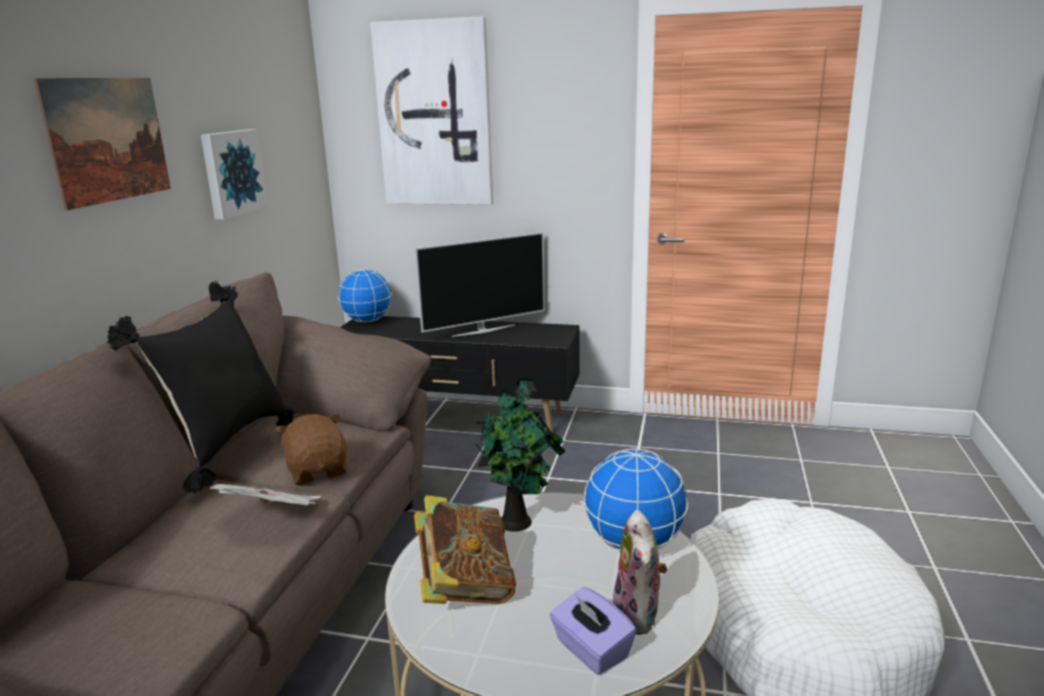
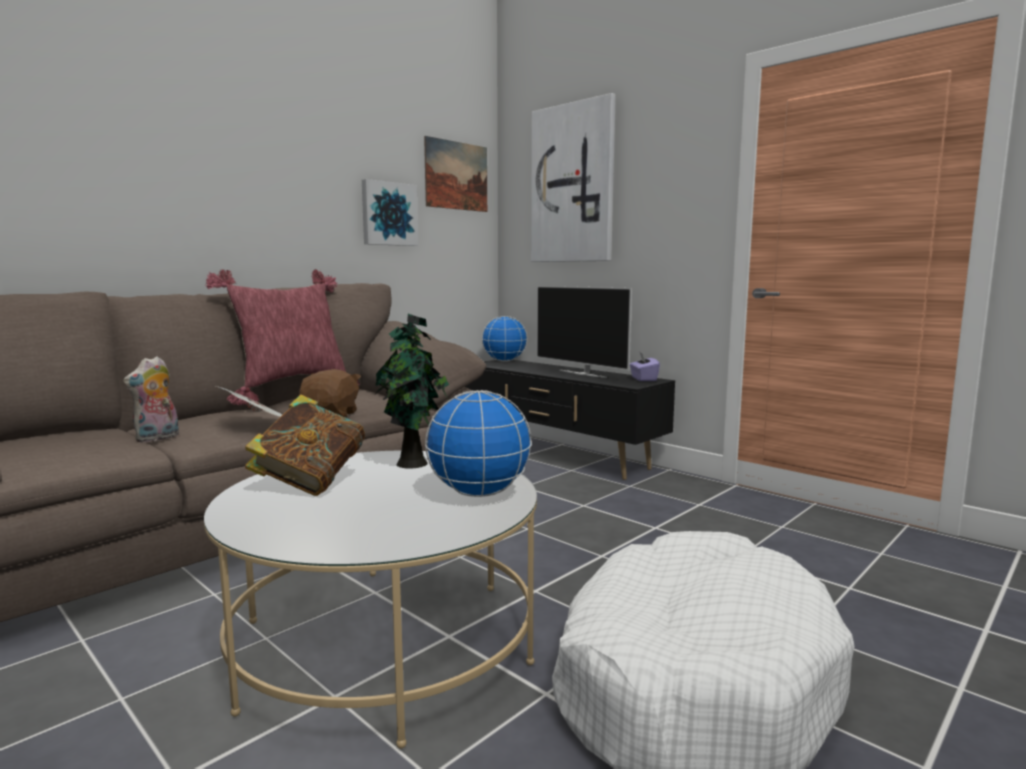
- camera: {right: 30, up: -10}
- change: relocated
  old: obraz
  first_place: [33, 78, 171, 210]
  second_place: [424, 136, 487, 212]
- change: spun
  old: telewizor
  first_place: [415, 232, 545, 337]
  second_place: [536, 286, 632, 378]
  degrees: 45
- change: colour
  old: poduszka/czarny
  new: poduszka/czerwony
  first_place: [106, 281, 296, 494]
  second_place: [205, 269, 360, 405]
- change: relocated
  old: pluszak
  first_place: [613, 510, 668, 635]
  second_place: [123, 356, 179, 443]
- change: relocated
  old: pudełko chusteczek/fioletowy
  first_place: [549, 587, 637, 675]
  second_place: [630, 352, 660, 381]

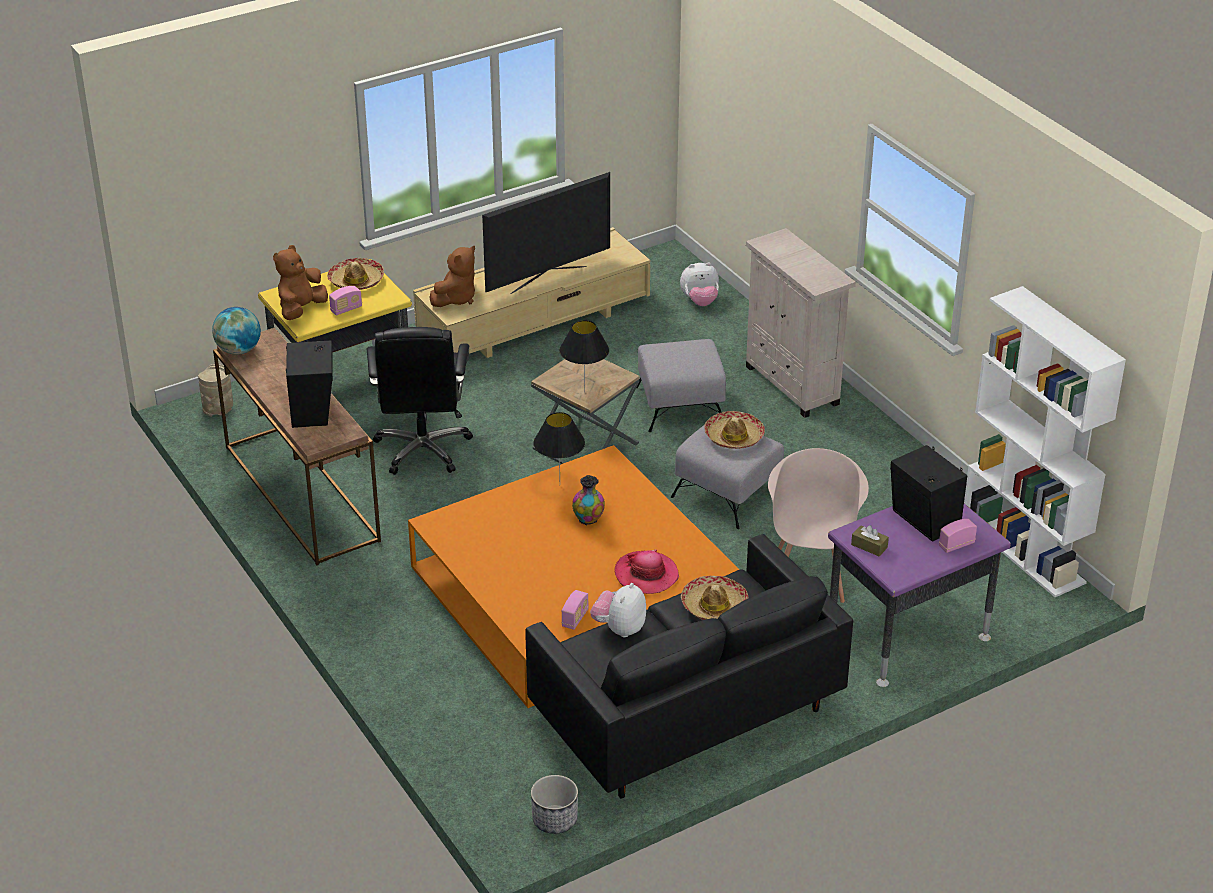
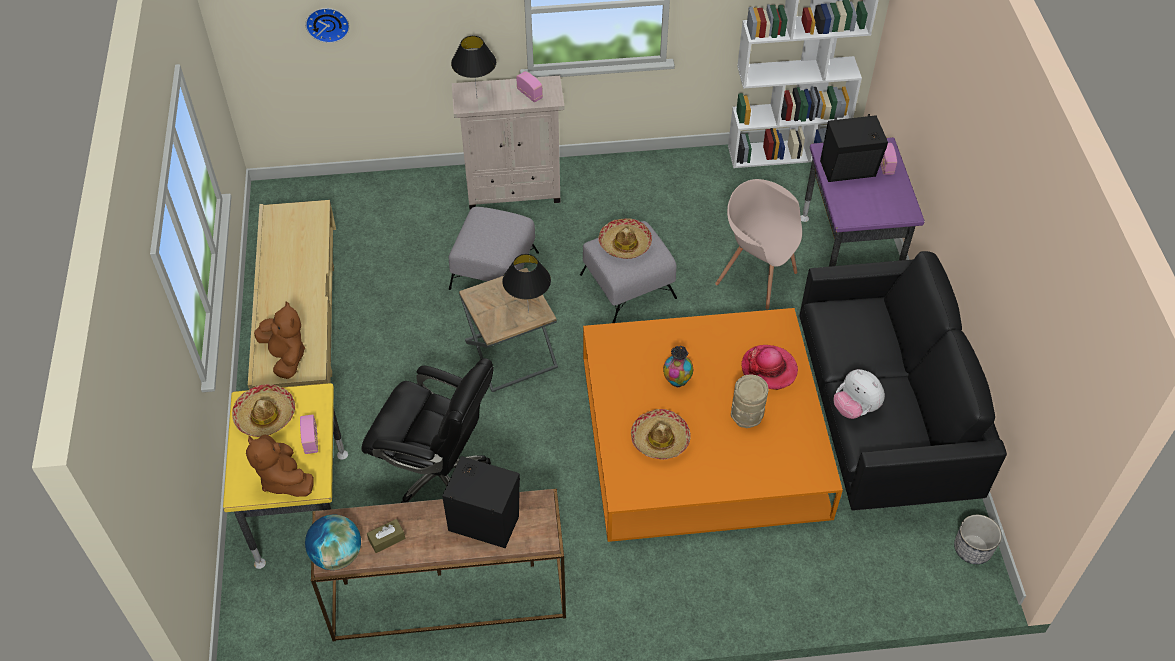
- camera: {right: -65, up: 15}
- change: missing
  old: telewizor
  first_place: [482, 172, 610, 294]
- change: missing
  old: pluszak
  first_place: [680, 262, 719, 306]
- change: relocated
  old: wazon/beżowy
  first_place: [198, 364, 233, 417]
  second_place: [731, 374, 768, 428]
- change: relocated
  old: lampa stołowa/czarny
  first_place: [533, 412, 585, 475]
  second_place: [451, 36, 496, 96]
- change: relocated
  old: pudełko chusteczek/brązowy
  first_place: [851, 525, 889, 556]
  second_place: [367, 519, 405, 553]
- change: relocated
  old: kapelusz
  first_place: [681, 576, 749, 620]
  second_place: [631, 409, 690, 460]
- change: relocated
  old: radio
  first_place: [562, 590, 589, 630]
  second_place: [516, 71, 543, 102]
- change: appeared
  new: zegar ścienny
  second_place: [306, 8, 350, 43]

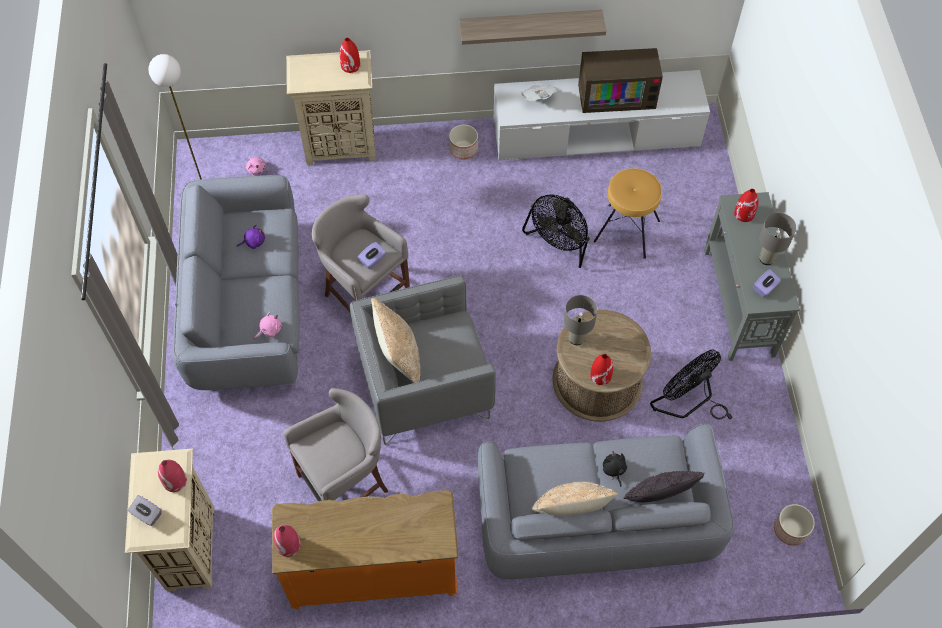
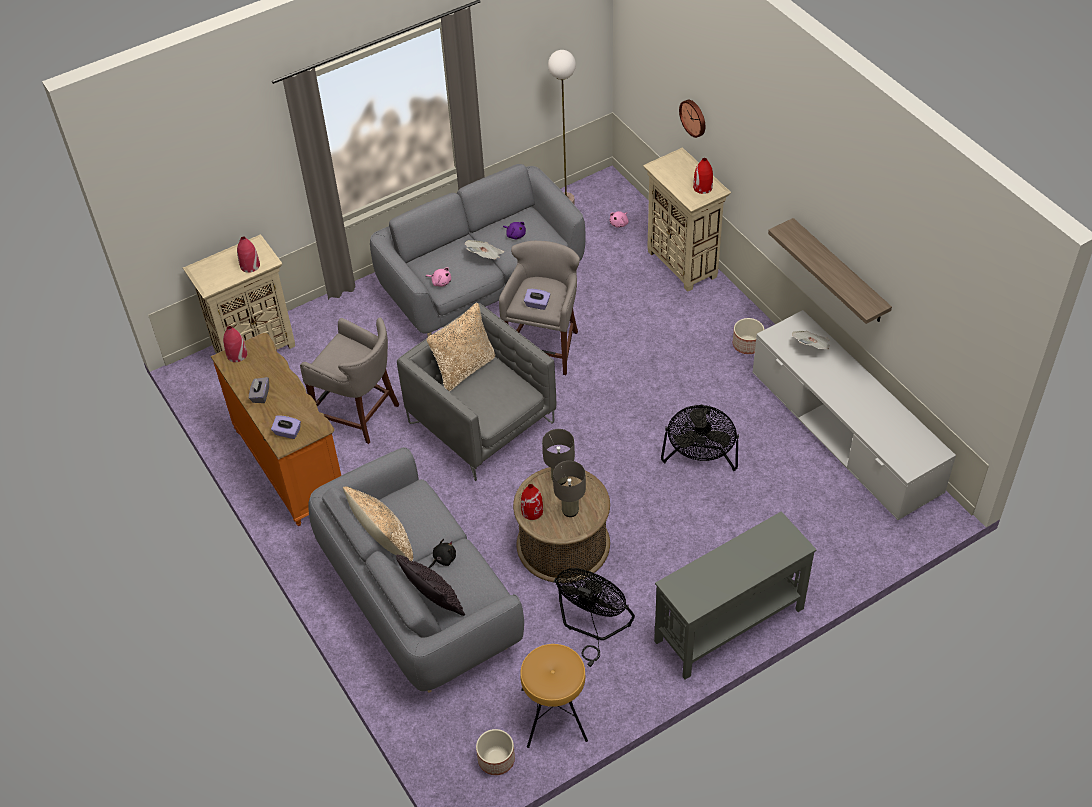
- camera: {right: 65, up: -10}
- change: missing
  old: telewizor
  first_place: [578, 48, 663, 113]
- change: relocated
  old: stołek/brązowy
  first_place: [594, 168, 662, 259]
  second_place: [520, 644, 588, 748]
- change: missing
  old: wazon/czerwony
  first_place: [734, 189, 759, 222]
- change: spun
  old: wentylator/czarny
  first_place: [522, 195, 590, 268]
  second_place: [661, 404, 739, 471]
  degrees: -90
- change: relocated
  old: lampa stołowa/szary
  first_place: [759, 213, 796, 265]
  second_place: [553, 461, 586, 517]
- change: relocated
  old: pudełko chusteczek/fioletowy
  first_place: [754, 269, 781, 297]
  second_place: [271, 415, 301, 439]
- change: relocated
  old: pudełko chusteczek/szary
  first_place: [128, 495, 162, 526]
  second_place: [249, 377, 269, 403]
- change: appeared
  new: zegar ścienny
  second_place: [679, 100, 705, 138]
- change: appeared
  new: gazeta
  second_place: [465, 240, 504, 260]

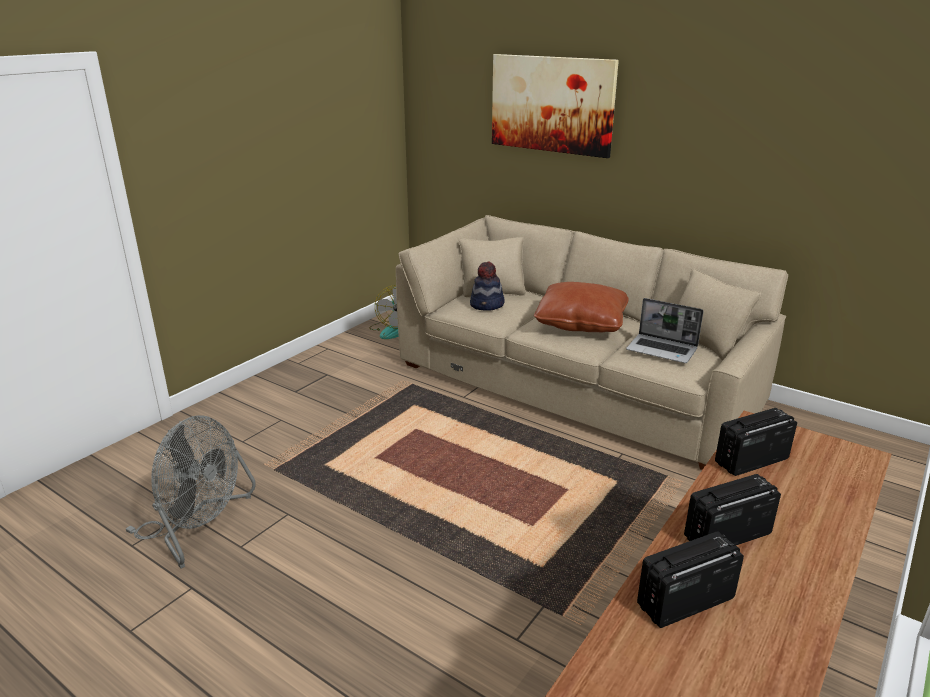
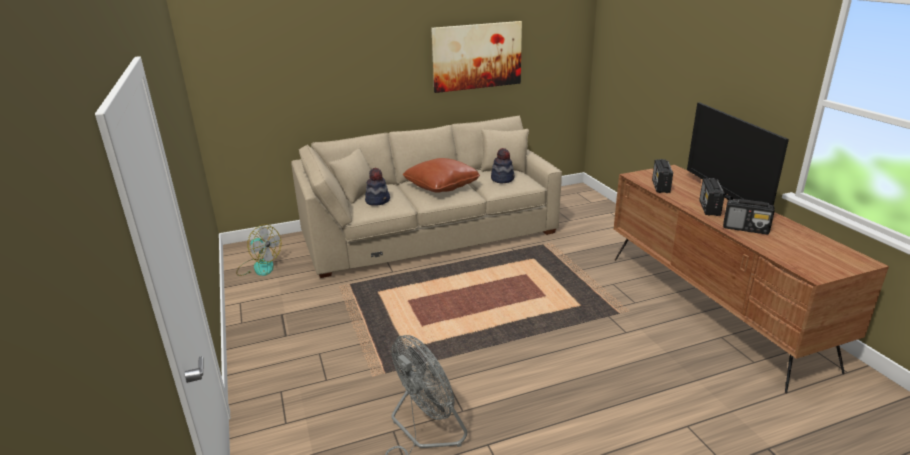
- camera: {right: -55, up: 0}
- change: relocated
  old: obraz
  first_place: [492, 54, 619, 158]
  second_place: [431, 21, 522, 93]
- change: exchanged
  old: laptop
  new: kapelusz
  first_place: [626, 298, 704, 363]
  second_place: [491, 148, 514, 183]
- change: spun
  old: radio
  first_place: [637, 531, 744, 628]
  second_place: [723, 199, 775, 235]
  degrees: -75
- change: appeared
  new: telewizor
  second_place: [687, 102, 789, 206]

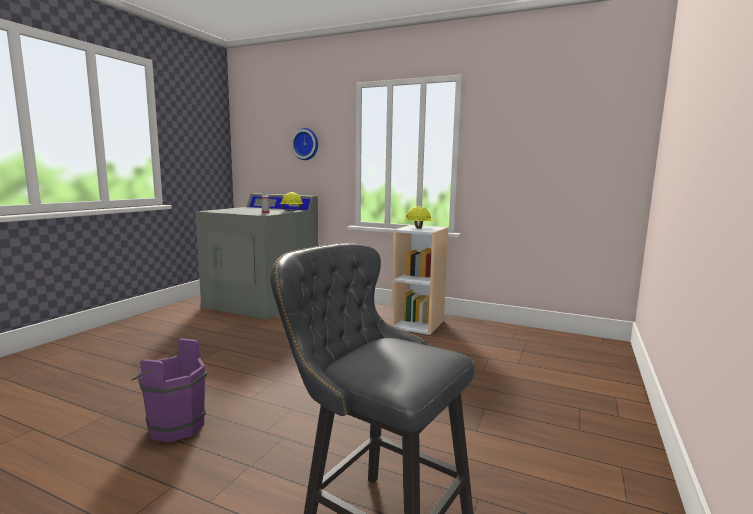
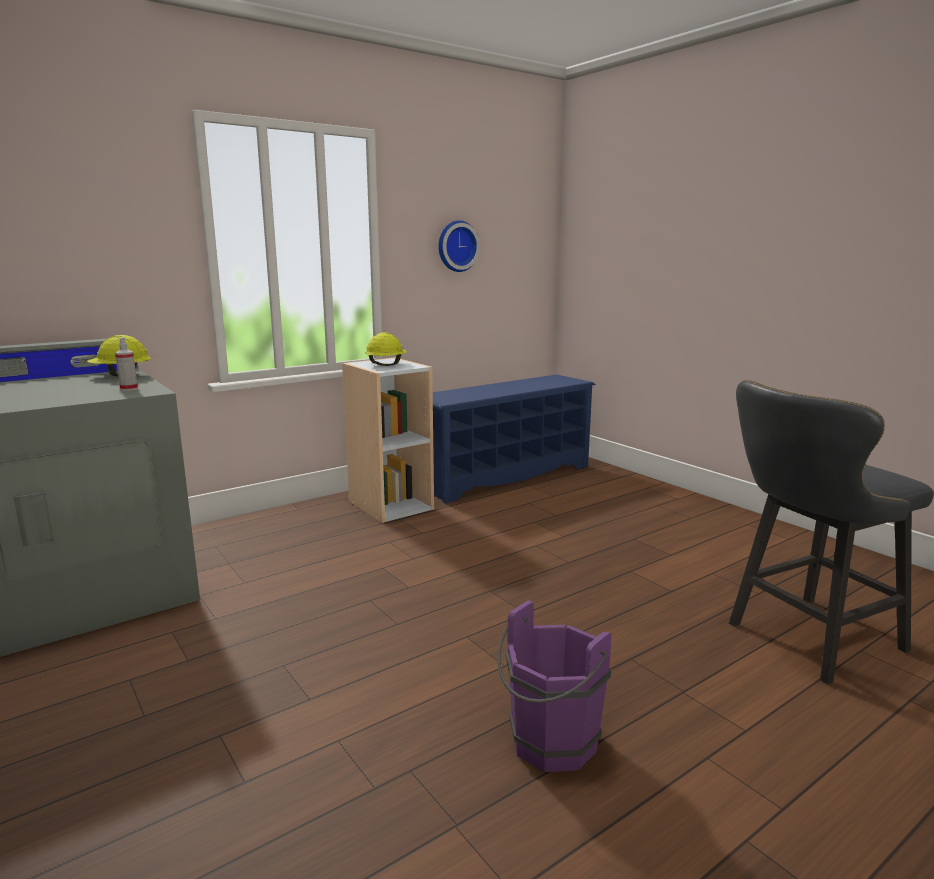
- camera: {right: -60, up: 5}
- change: relocated
  old: zegar ścienny
  first_place: [291, 128, 318, 160]
  second_place: [438, 220, 480, 272]
- change: appeared
  new: regał na buty/niebieski
  second_place: [433, 375, 596, 504]

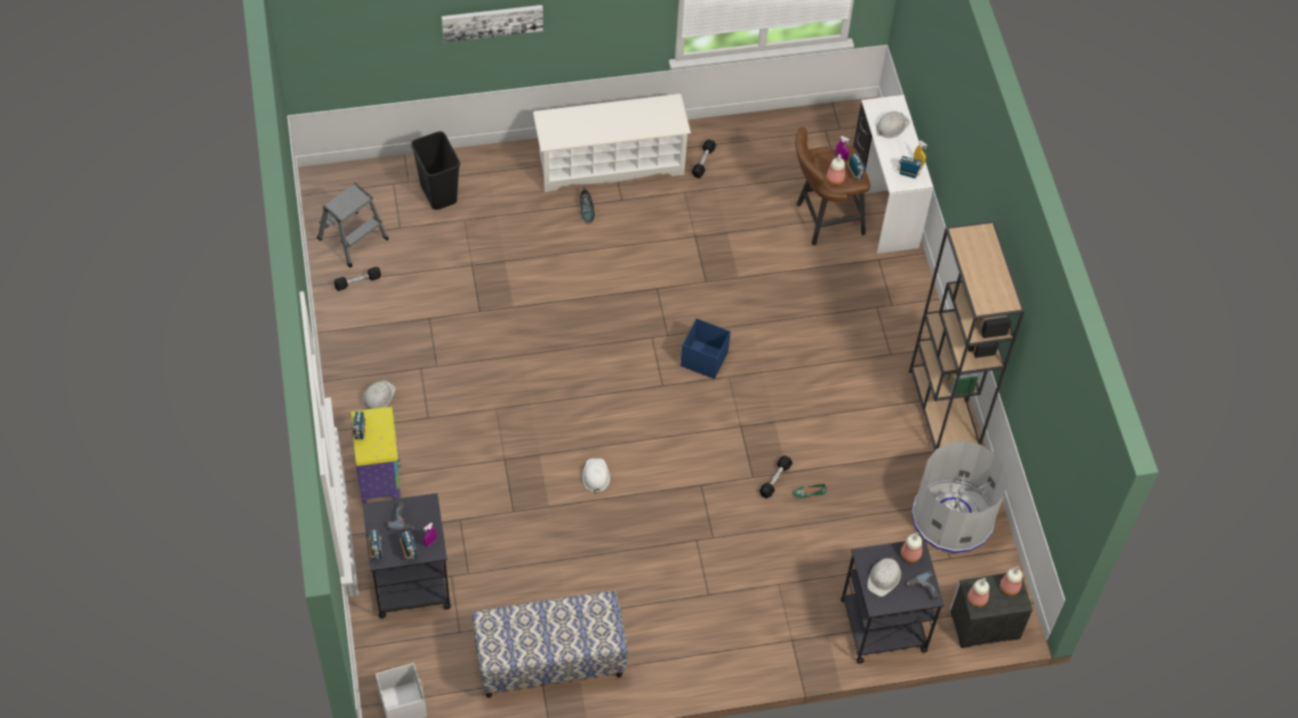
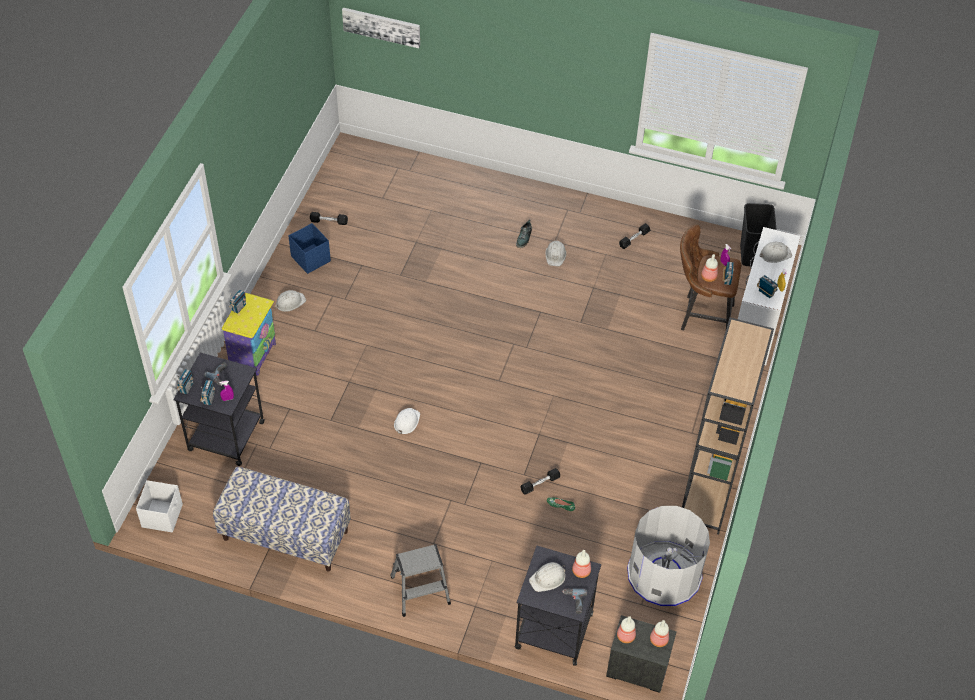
- camera: {right: 30, up: -5}
- change: relocated
  old: obraz
  first_place: [442, 5, 543, 42]
  second_place: [342, 8, 420, 48]
- change: missing
  old: regał na buty/biały
  first_place: [533, 94, 691, 192]
- change: relocated
  old: kosz na śmieci/czarny
  first_place: [411, 131, 460, 210]
  second_place: [740, 203, 777, 266]
- change: relocated
  old: drabinka/szary
  first_place: [317, 183, 389, 268]
  second_place: [390, 544, 451, 617]
- change: relocated
  old: pojemnik do przechowywania/niebieski
  first_place: [681, 318, 731, 379]
  second_place: [288, 223, 331, 274]
- change: appeared
  new: kask/biały
  second_place: [545, 241, 566, 266]

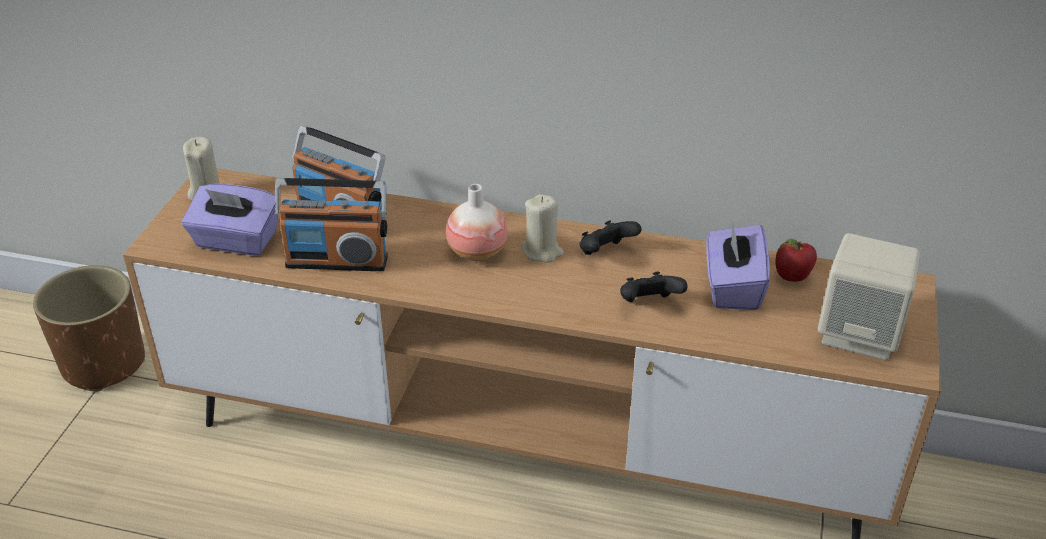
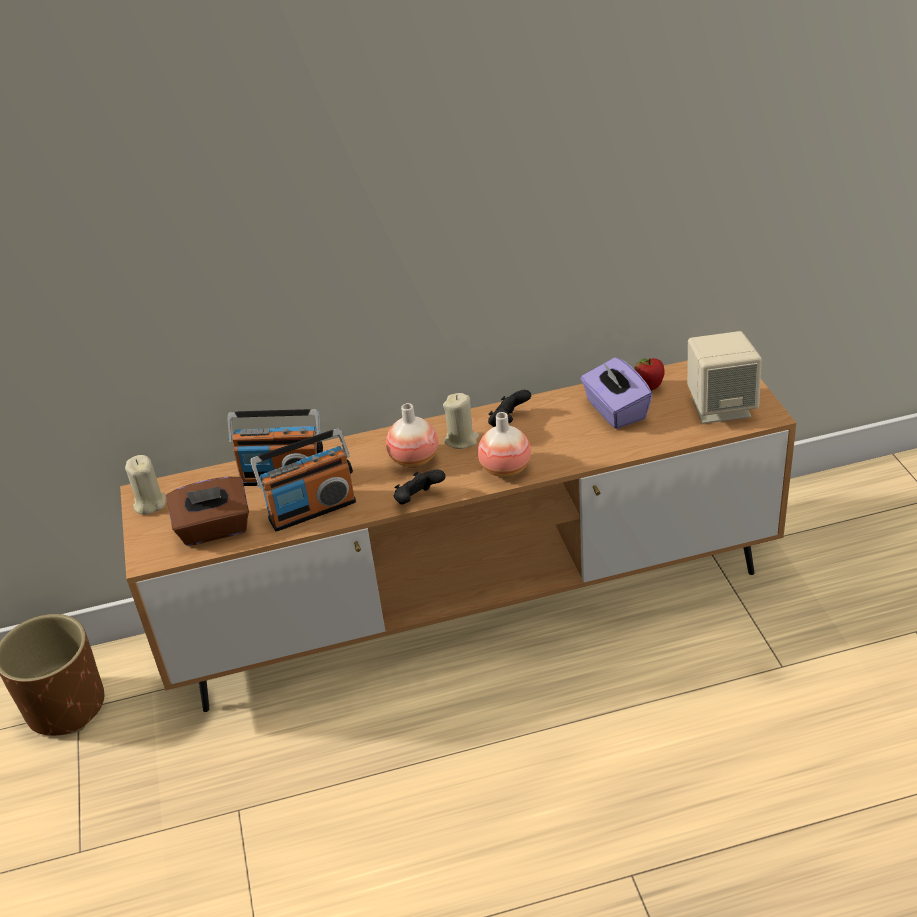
- camera: {right: -25, up: 0}
- change: colour
  old: pudełko chusteczek/fioletowy
  new: pudełko chusteczek/brązowy
  first_place: [182, 184, 278, 256]
  second_place: [166, 477, 249, 546]
- change: relocated
  old: pad do gier/czarny
  first_place: [620, 272, 688, 302]
  second_place: [394, 470, 445, 504]
- change: appeared
  new: wazon
  second_place: [478, 412, 531, 478]

